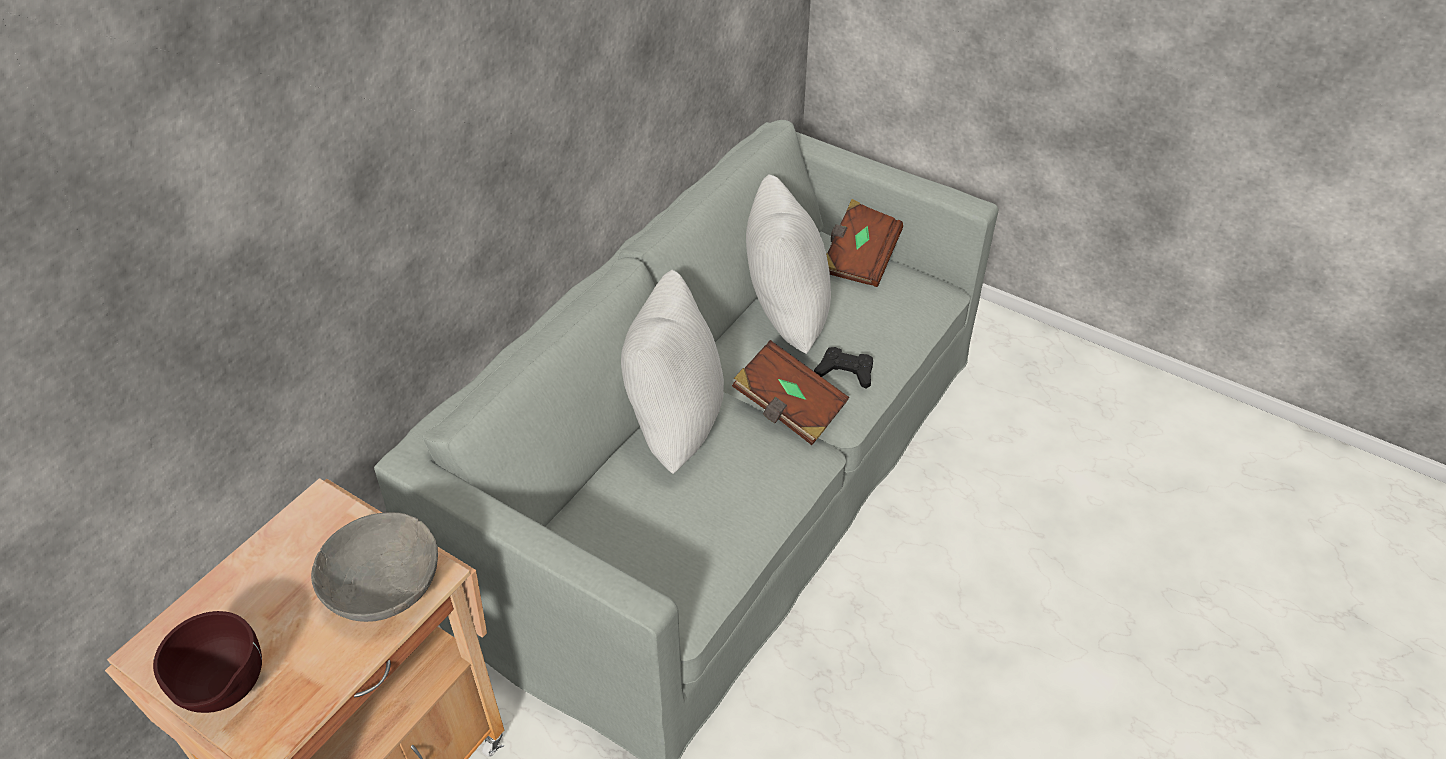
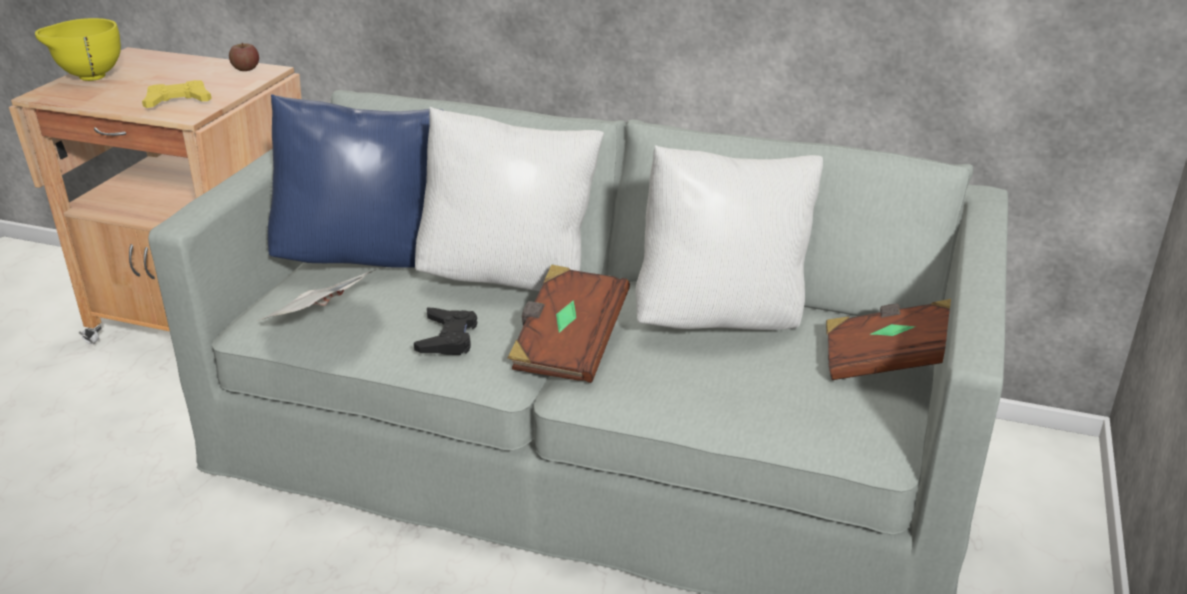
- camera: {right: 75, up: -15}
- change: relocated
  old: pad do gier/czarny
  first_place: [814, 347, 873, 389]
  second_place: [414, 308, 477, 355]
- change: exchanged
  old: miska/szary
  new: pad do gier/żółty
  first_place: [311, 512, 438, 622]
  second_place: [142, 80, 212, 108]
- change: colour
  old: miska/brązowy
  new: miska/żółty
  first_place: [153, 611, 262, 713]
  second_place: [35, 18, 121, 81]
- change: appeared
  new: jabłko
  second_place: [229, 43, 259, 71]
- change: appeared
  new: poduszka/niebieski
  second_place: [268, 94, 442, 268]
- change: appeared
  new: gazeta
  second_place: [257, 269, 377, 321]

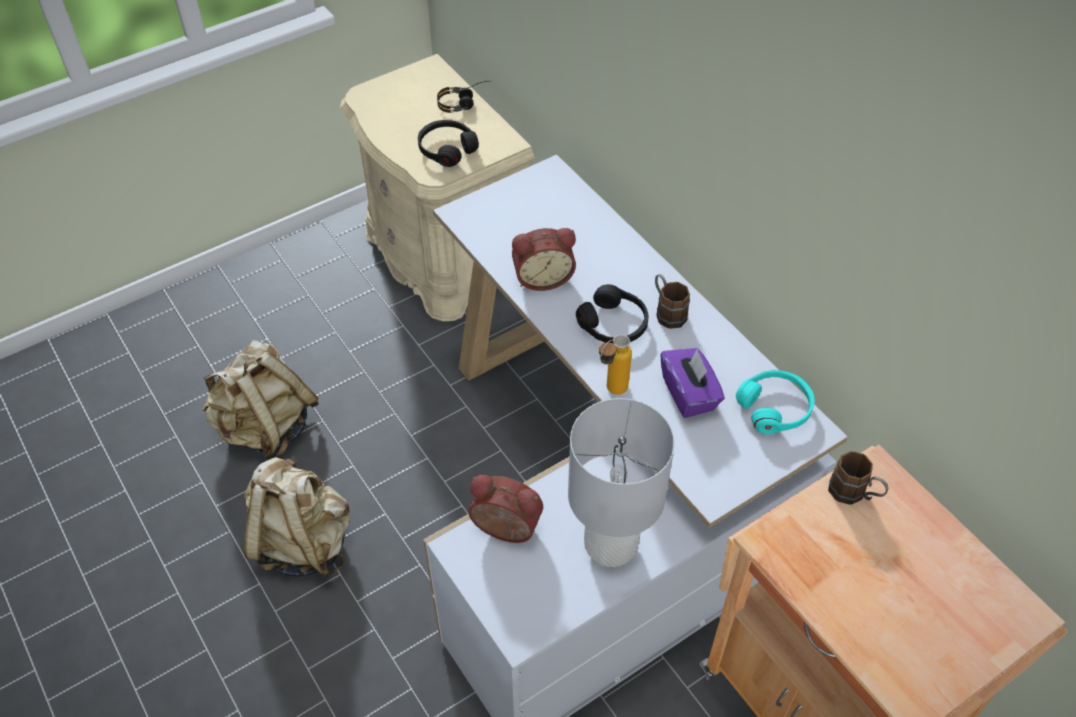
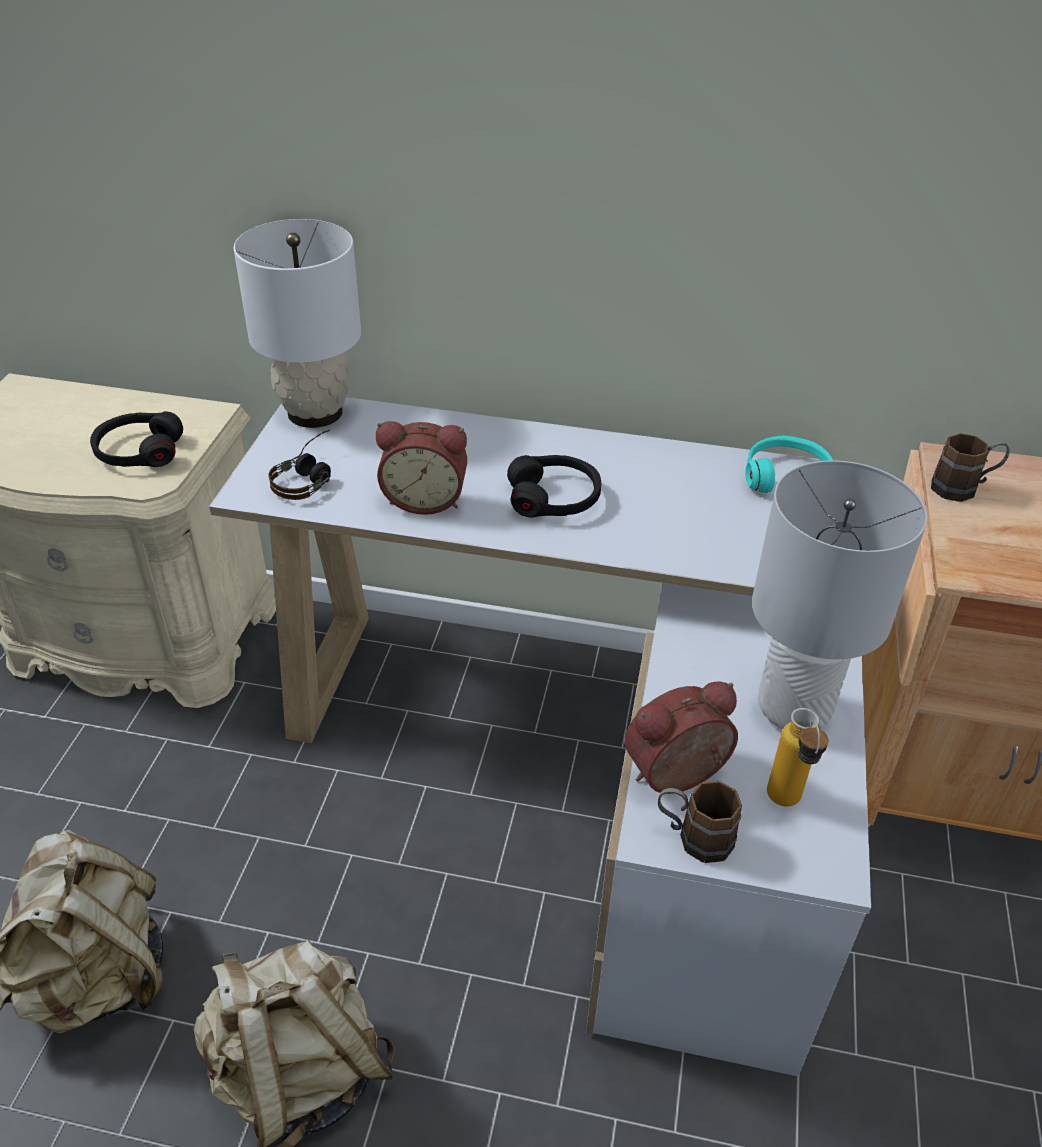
- camera: {right: -45, up: -10}
- change: relocated
  old: słuchawki
  first_place: [437, 81, 492, 113]
  second_place: [268, 430, 331, 500]
- change: spun
  old: budzik
  first_place: [512, 228, 576, 291]
  second_place: [376, 421, 467, 515]
  degrees: 60
- change: relocated
  old: kubek/brązowy
  first_place: [655, 274, 690, 329]
  second_place: [658, 781, 742, 863]
- change: relocated
  old: butelka
  first_place: [599, 335, 632, 395]
  second_place: [767, 708, 829, 807]
- change: missing
  old: pudełko chusteczek/fioletowy
  first_place: [660, 348, 725, 418]
- change: appeared
  new: lampa stołowa/biały
  second_place: [234, 219, 361, 428]

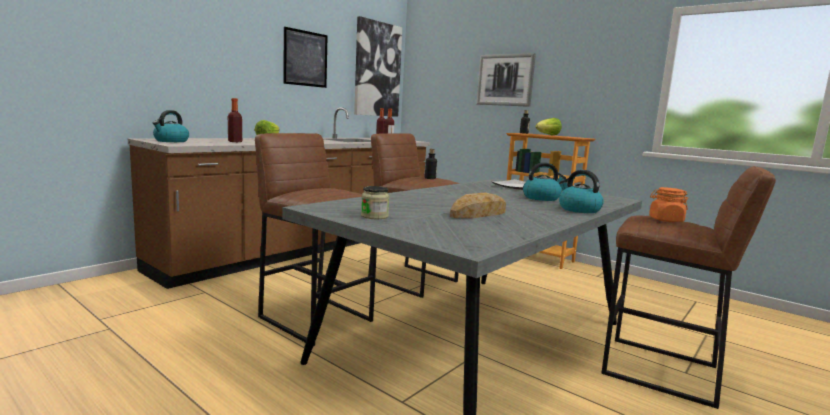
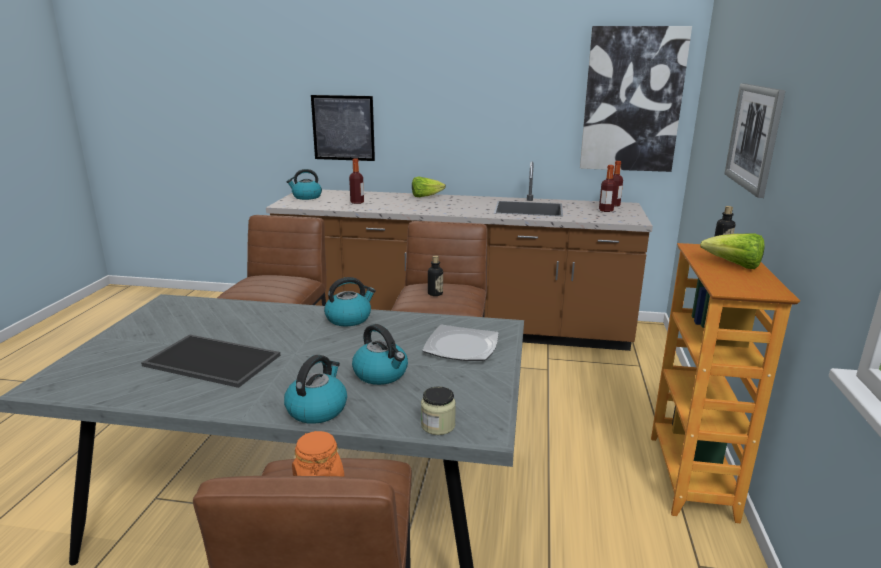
- camera: {right: 60, up: 10}
- change: relocated
  old: obraz
  first_place: [284, 27, 328, 88]
  second_place: [311, 95, 375, 161]
- change: relocated
  old: słoik
  first_place: [361, 186, 389, 219]
  second_place: [421, 386, 456, 435]
- change: exchanged
  old: chleb
  new: taca
  first_place: [450, 192, 506, 218]
  second_place: [141, 334, 280, 388]
- change: appeared
  new: czajnik
  second_place: [324, 277, 376, 326]

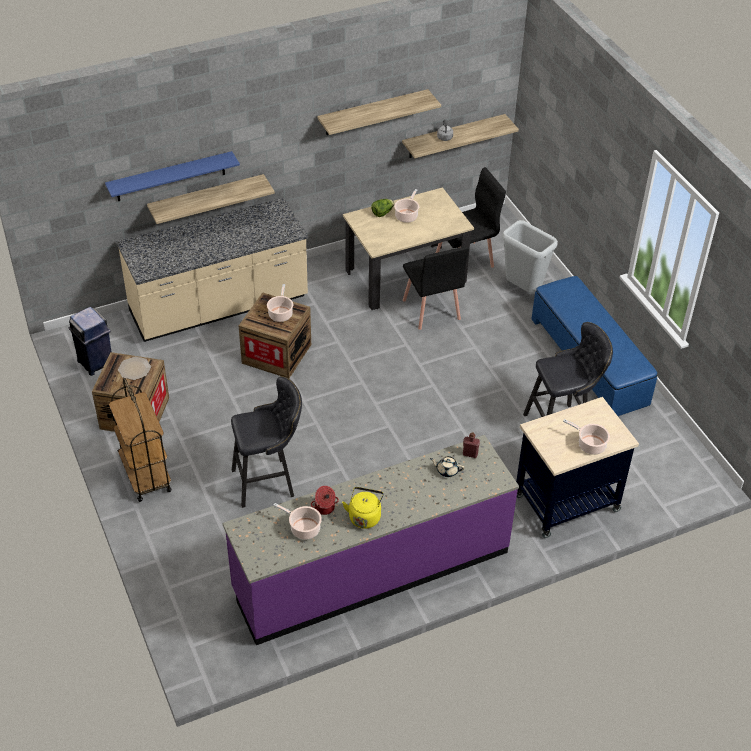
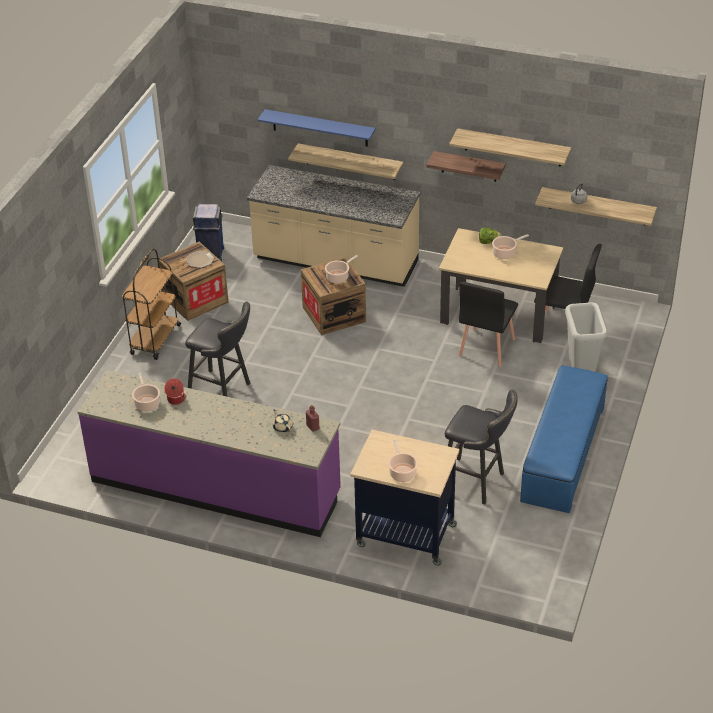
- camera: {right: 45, up: -5}
- change: missing
  old: czajnik/żółty
  first_place: [342, 487, 384, 529]
- change: appeared
  new: półka
  second_place: [426, 151, 506, 182]

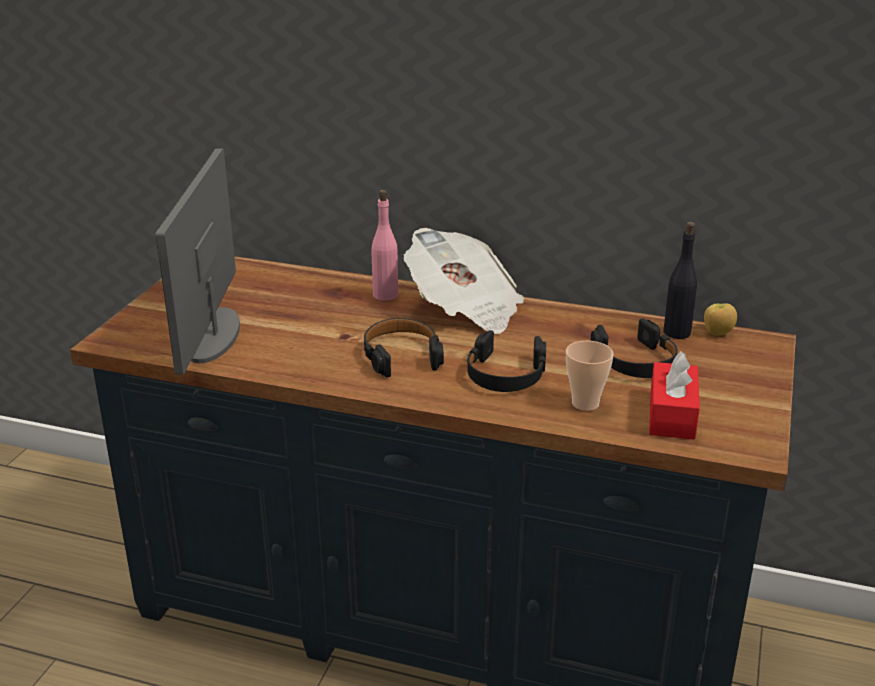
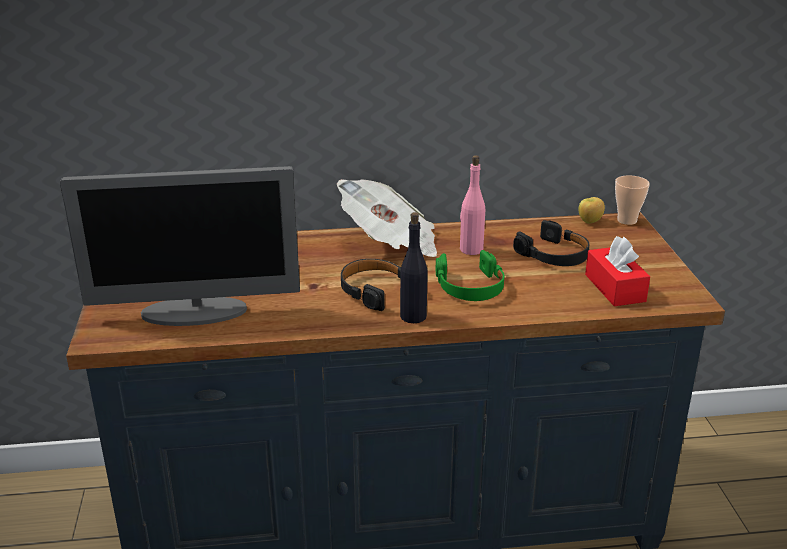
- camera: {right: -25, up: 0}
- change: spun
  old: monitor
  first_place: [156, 148, 240, 375]
  second_place: [60, 166, 300, 326]
  degrees: -75
- change: relocated
  old: butelka/różowy
  first_place: [371, 190, 398, 301]
  second_place: [460, 155, 485, 255]
- change: relocated
  old: butelka/czarny
  first_place: [663, 222, 697, 339]
  second_place: [400, 212, 428, 323]
- change: colour
  old: słuchawki/czarny
  new: słuchawki/zielony
  first_place: [467, 330, 546, 392]
  second_place: [436, 250, 504, 301]
- change: relocated
  old: filiżanka
  first_place: [566, 341, 613, 411]
  second_place: [615, 175, 650, 225]

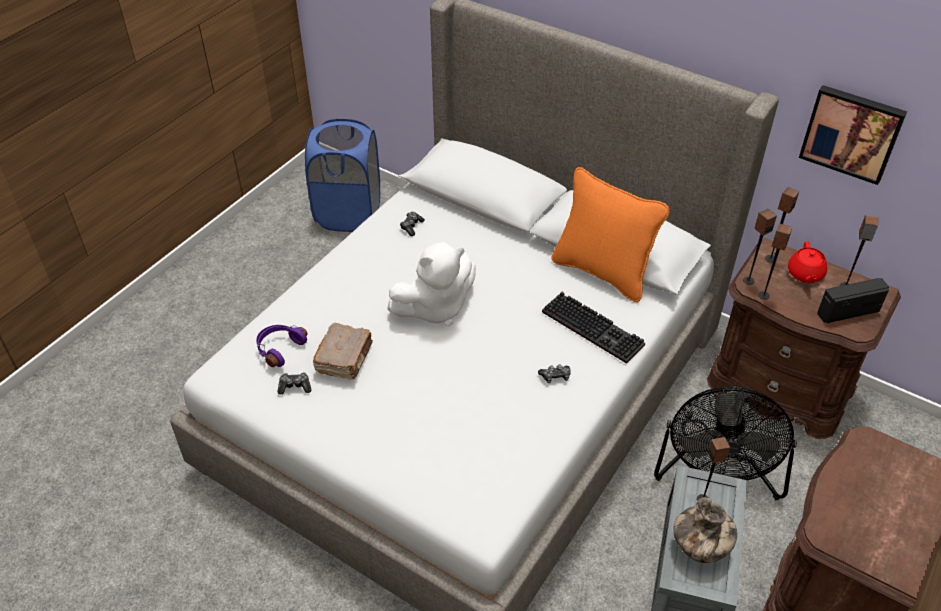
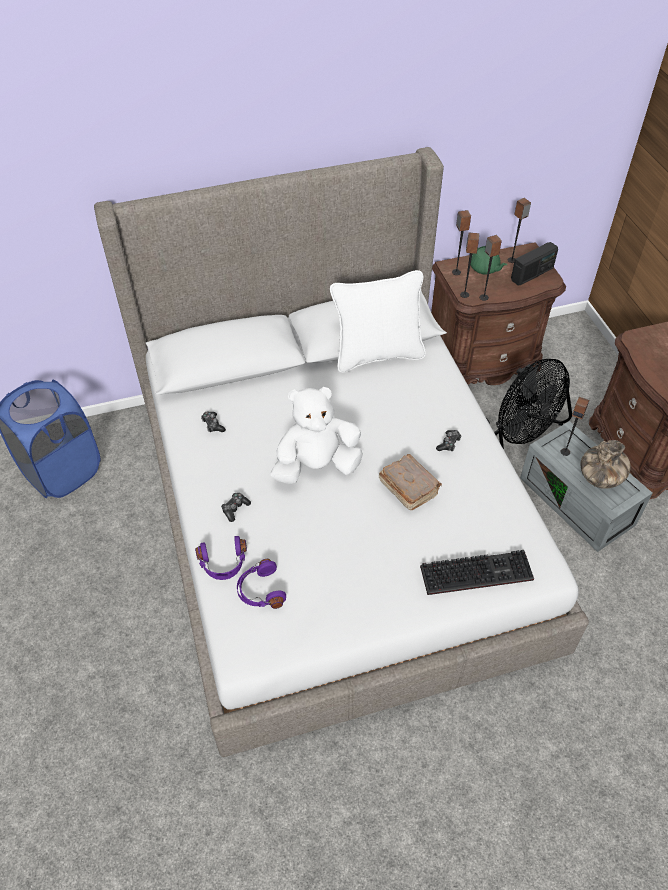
- camera: {right: -50, up: 5}
- change: missing
  old: obraz
  first_place: [799, 85, 907, 185]
- change: colour
  old: poduszka/pomarańczowy
  new: poduszka/biały
  first_place: [552, 167, 670, 302]
  second_place: [330, 270, 426, 373]
- change: colour
  old: imbryk/czerwony
  new: imbryk/zielony
  first_place: [788, 241, 827, 283]
  second_place: [471, 246, 507, 275]
- change: spun
  old: pluszak/biały
  first_place: [387, 242, 476, 326]
  second_place: [270, 387, 363, 484]
  degrees: -120
- change: spun
  old: radio
  first_place: [817, 278, 889, 323]
  second_place: [511, 242, 558, 286]
  degrees: -150
- change: relocated
  old: klawiatura
  first_place: [542, 292, 645, 364]
  second_place: [420, 550, 534, 595]
- change: relocated
  old: książka/brązowy
  first_place: [313, 323, 373, 380]
  second_place: [379, 454, 442, 510]
- change: relocated
  old: pad do gier
  first_place: [277, 372, 311, 394]
  second_place: [221, 493, 251, 522]
- change: appeared
  new: słuchawki/fioletowy
  second_place: [195, 536, 247, 580]

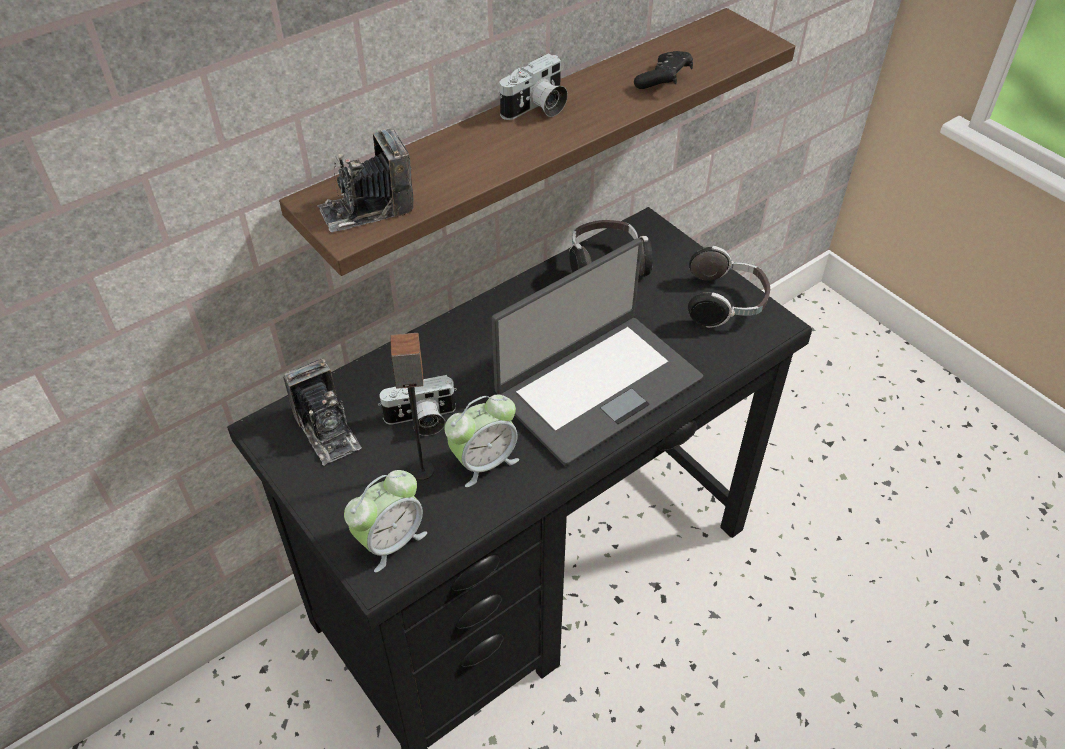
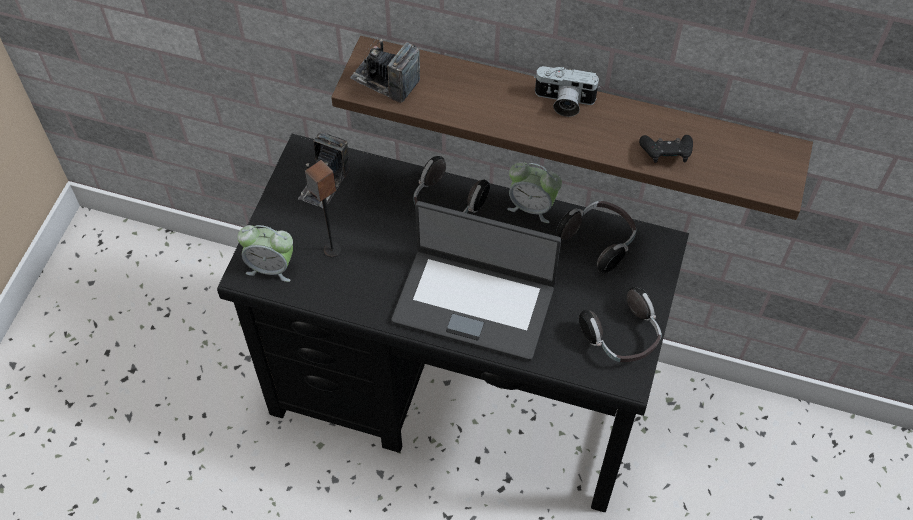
- camera: {right: 55, up: 10}
- change: missing
  old: aparat fotograficzny
  first_place: [378, 375, 457, 436]
- change: relocated
  old: budzik
  first_place: [445, 395, 519, 487]
  second_place: [507, 162, 562, 223]
- change: appeared
  new: słuchawki
  second_place: [413, 156, 490, 213]

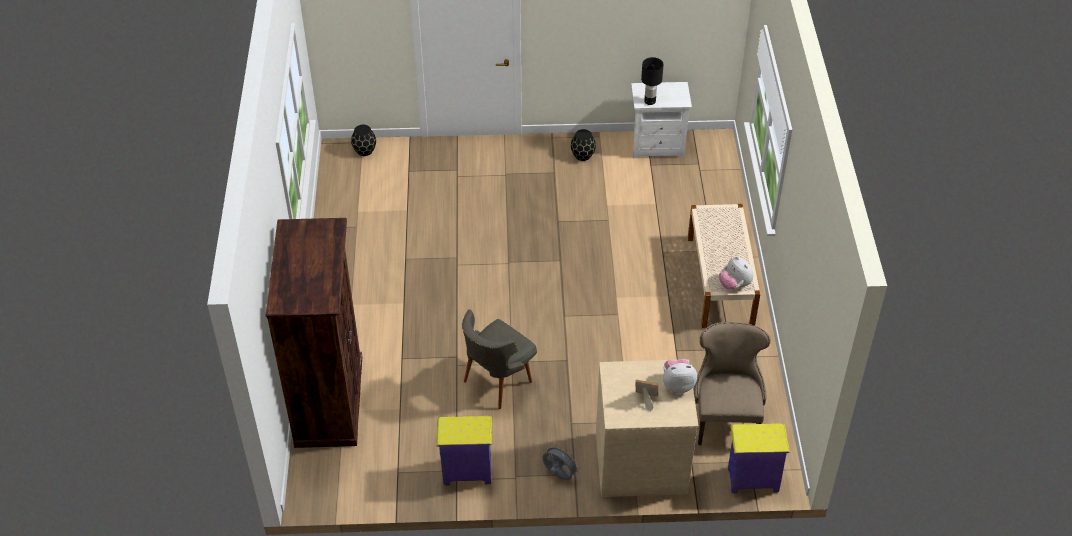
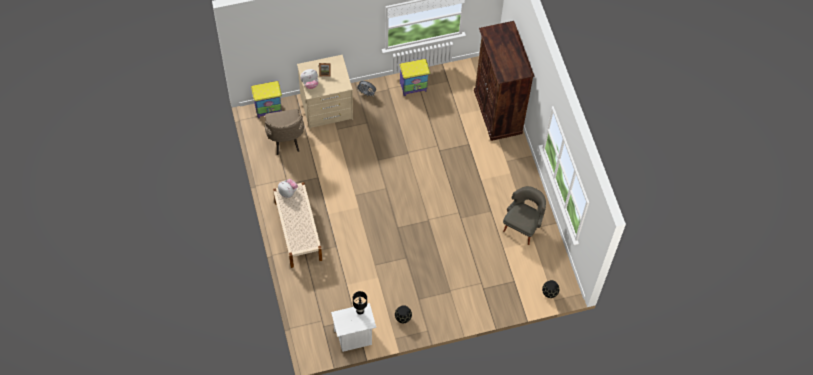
- camera: {right: 165, up: 15}
- change: relocated
  old: krzesło/szary
  first_place: [462, 309, 537, 409]
  second_place: [503, 186, 546, 245]

